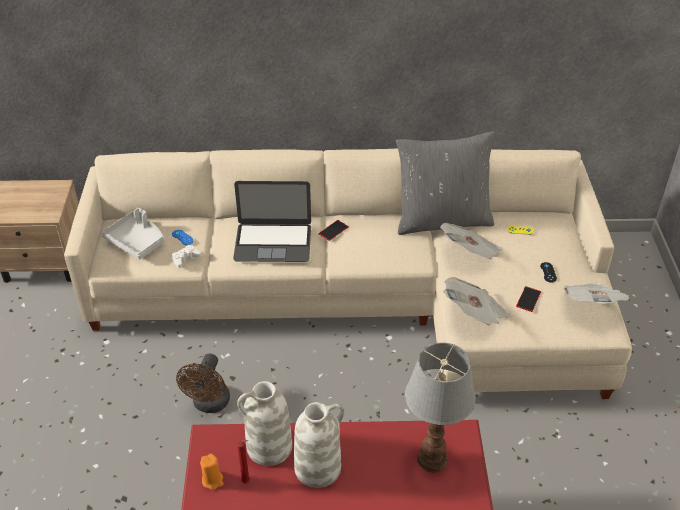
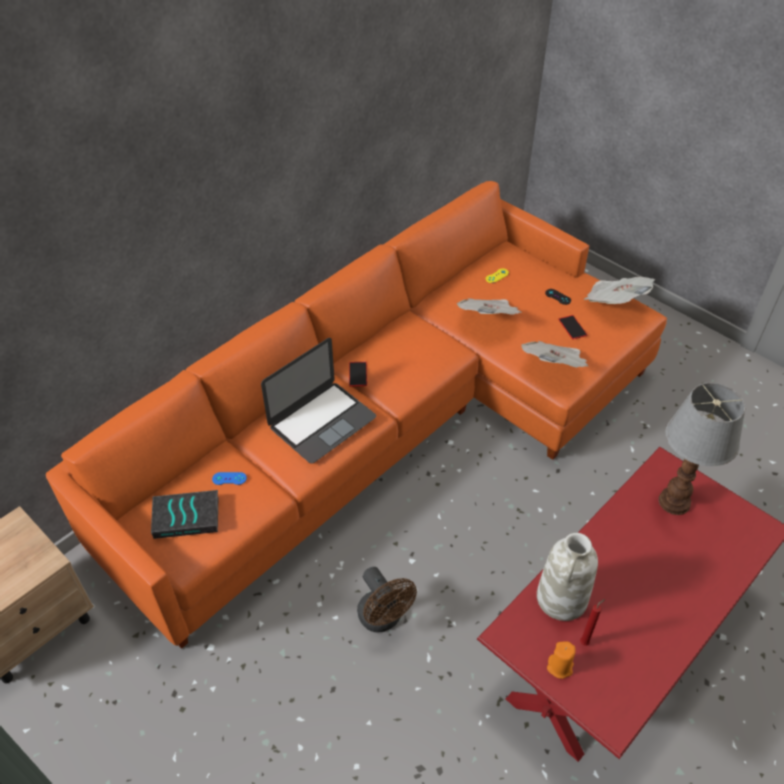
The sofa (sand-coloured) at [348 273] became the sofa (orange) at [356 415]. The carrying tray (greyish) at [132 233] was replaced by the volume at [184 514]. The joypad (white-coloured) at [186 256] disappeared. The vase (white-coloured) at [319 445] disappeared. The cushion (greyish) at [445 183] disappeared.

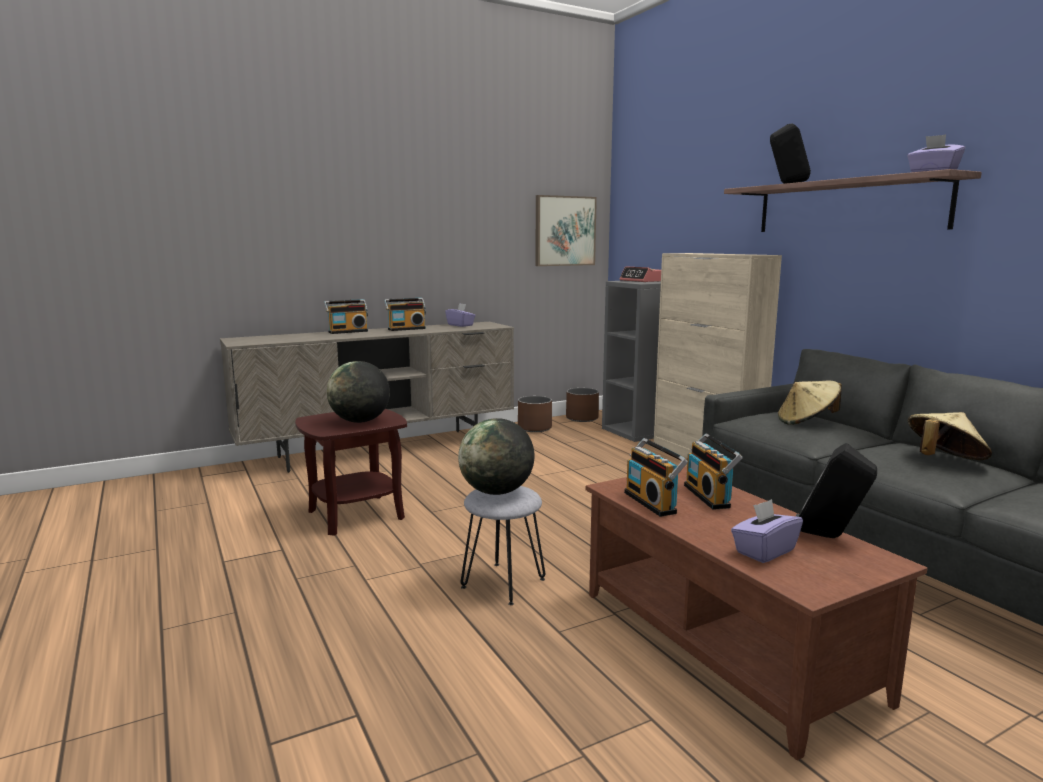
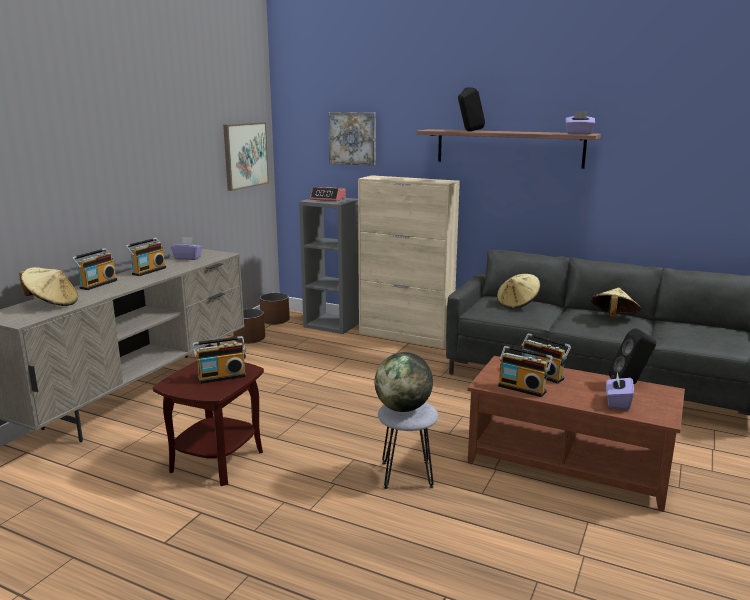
The clothing hat (sand-coloured) at [48 286] appeared. The world globe at [358 392] was replaced by the radio at [219 360]. The wall picture at [352 139] appeared.

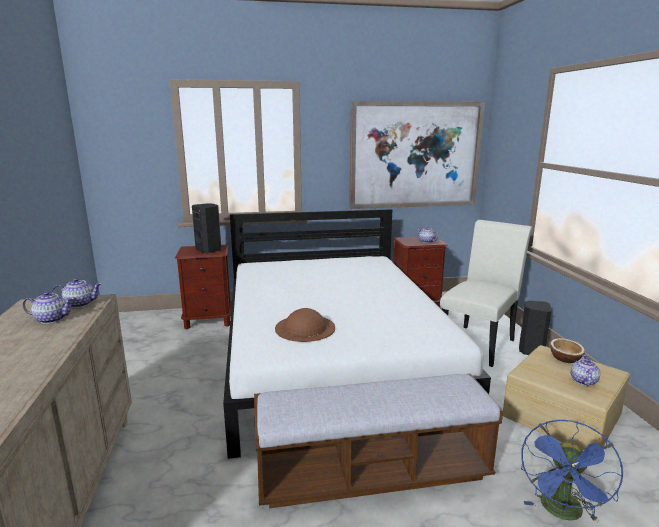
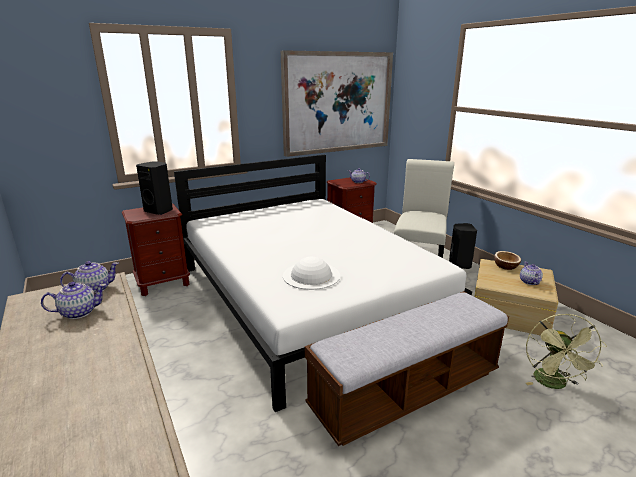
The clothing hat (brown-coloured) at [305 325] became the clothing hat (white-coloured) at [311 273]. The cooling fan (bluish) at [572 471] became the cooling fan (green-coloured) at [566 351].

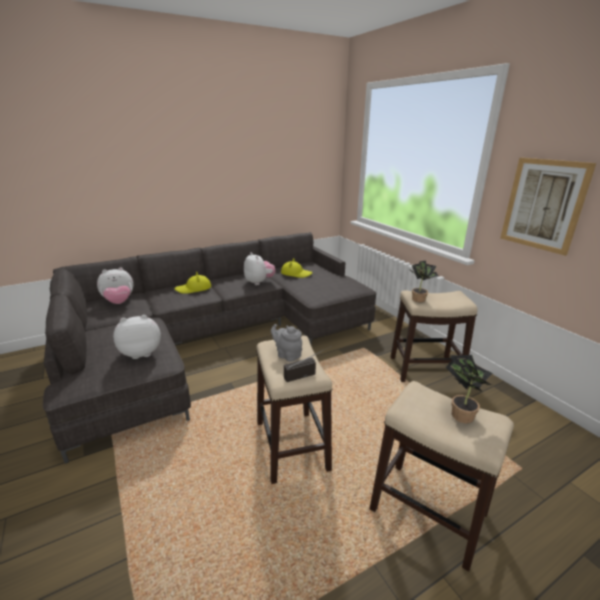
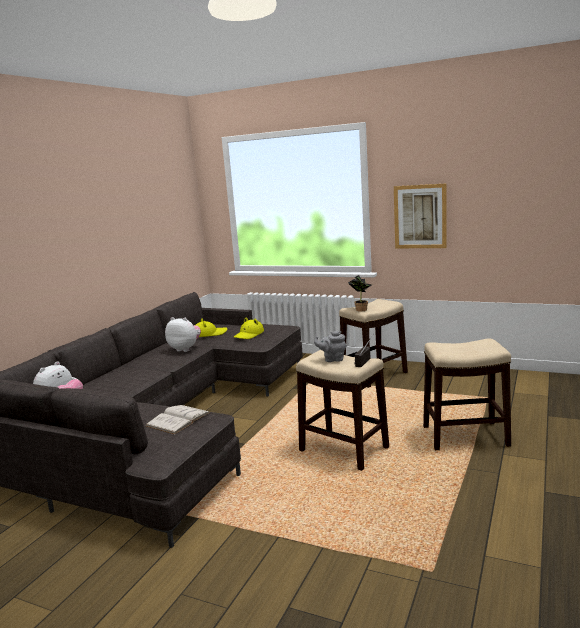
The plush toy at [137 337] was replaced by the volume (white-coloured) at [178 420]. The clothing hat (yellowish) moved from [192 283] to [249 328]. The plant in a pot at [470 389] disappeared.

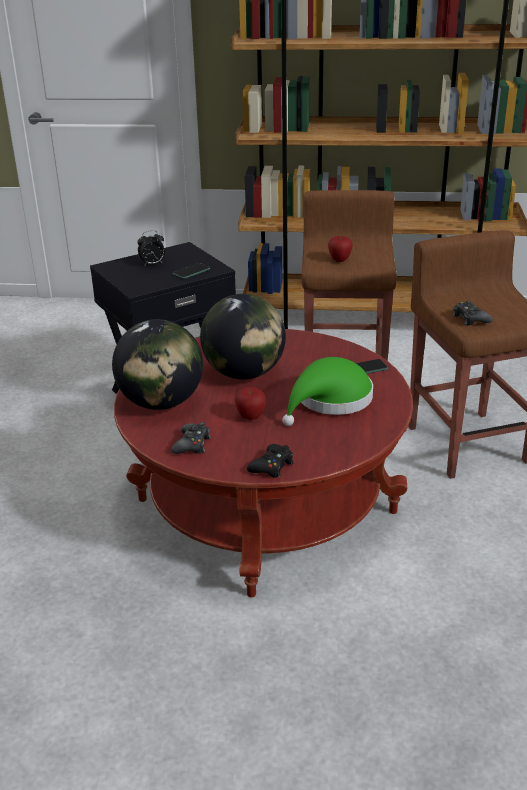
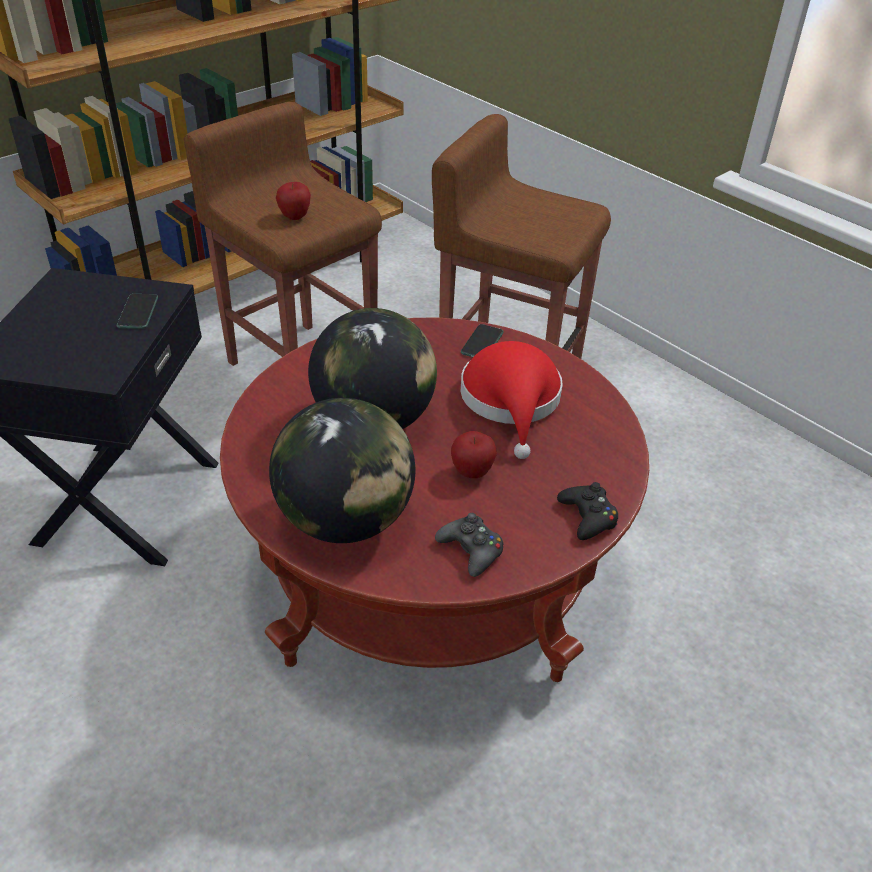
The clothing hat (green-coloured) at [327 391] became the clothing hat (red) at [512 400]. The table clock at [151 247] disappeared. The joypad (black) at [472 313] disappeared.

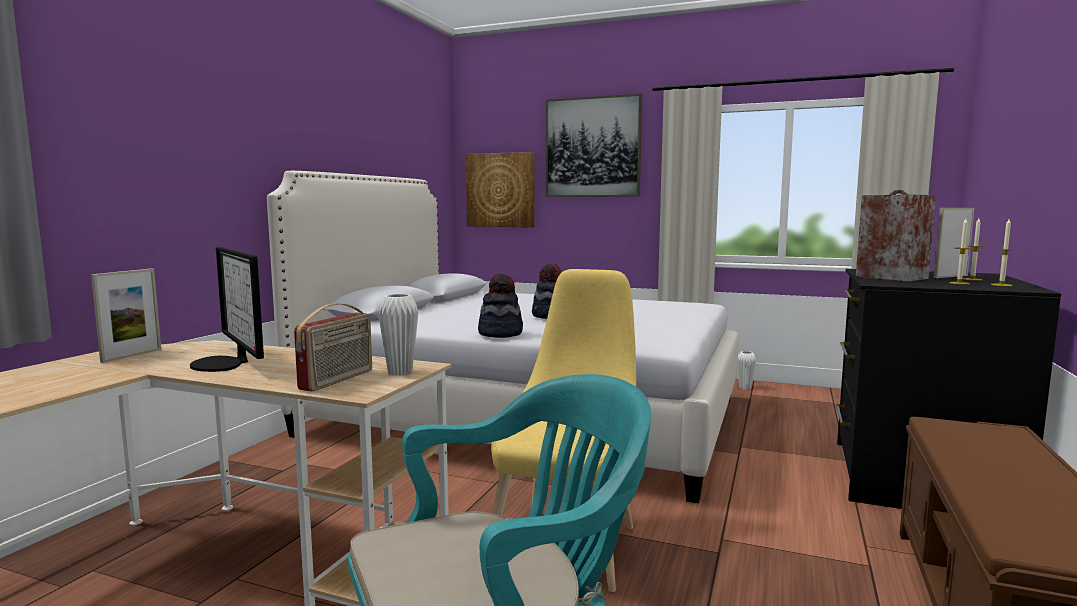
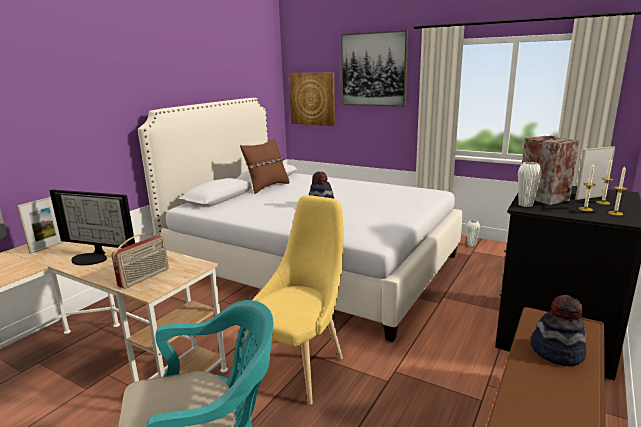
The computer display at [227 309] turned 45 degrees counterclockwise. The cushion (brown-coloured) at [264 166] appeared. The vase (white-coloured) moved from [398 334] to [530 184]. The clothing hat moved from [500 306] to [558 330].

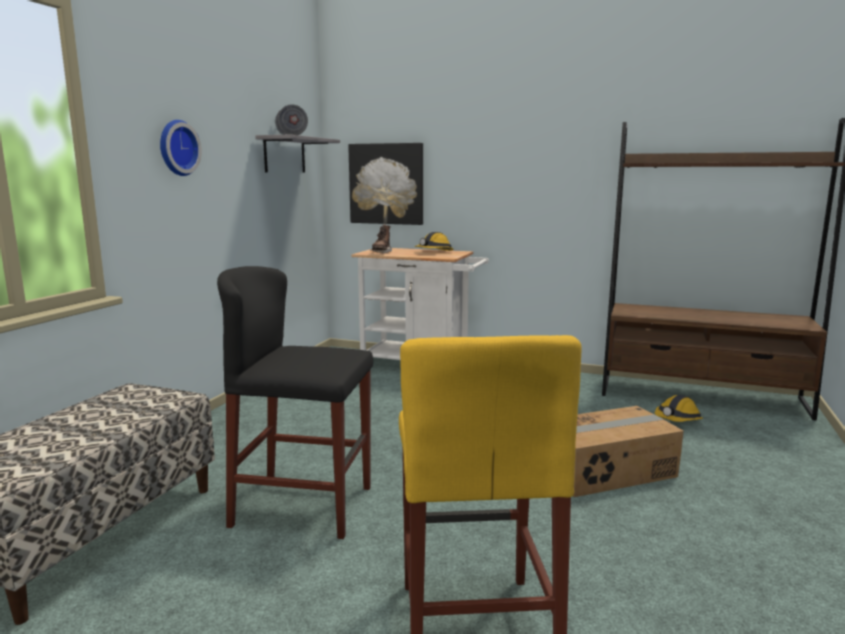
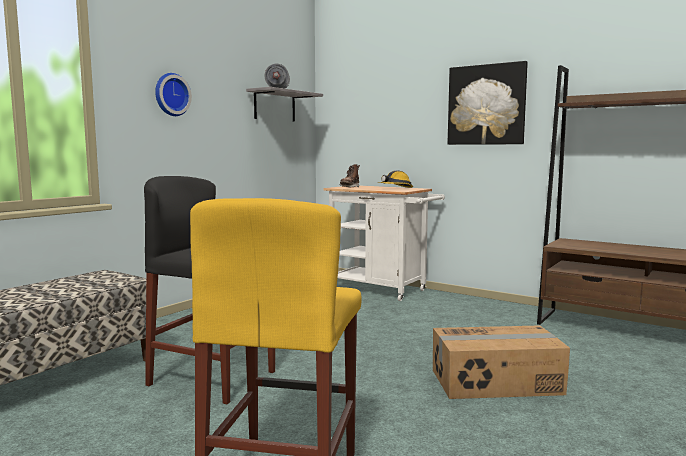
The wall picture moved from [385 184] to [488 103]. The hard hat at [678 408] disappeared.

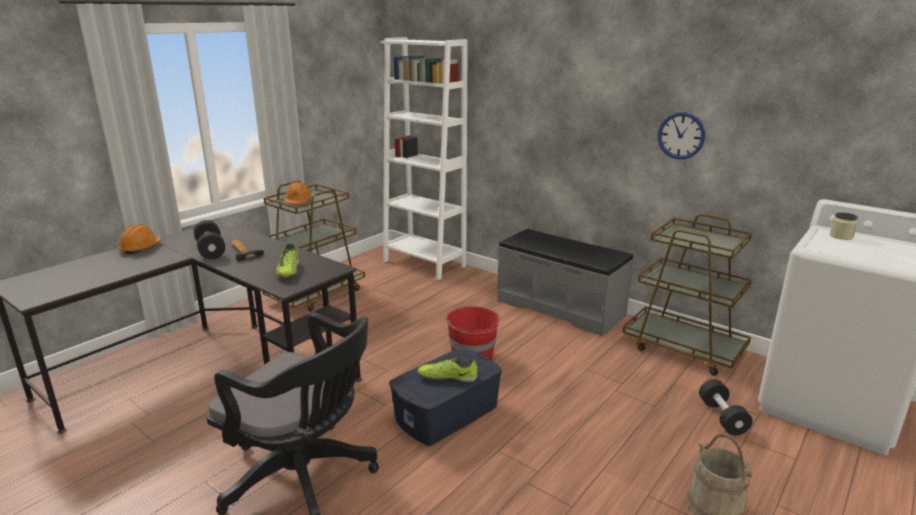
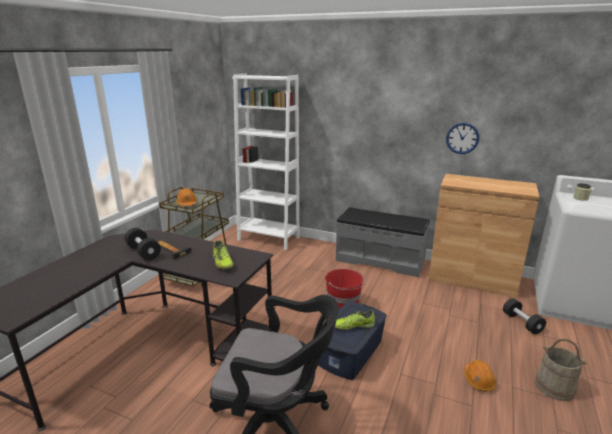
The trolley (brown-coloured) at [687 294] was replaced by the cabinet (brown-coloured) at [484 236]. The hard hat (orange) moved from [140 239] to [480 376].

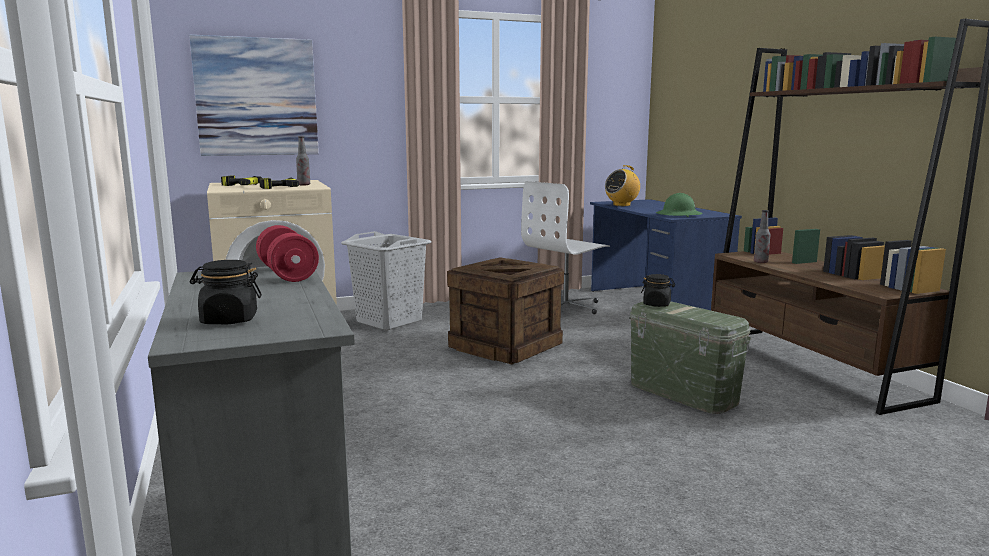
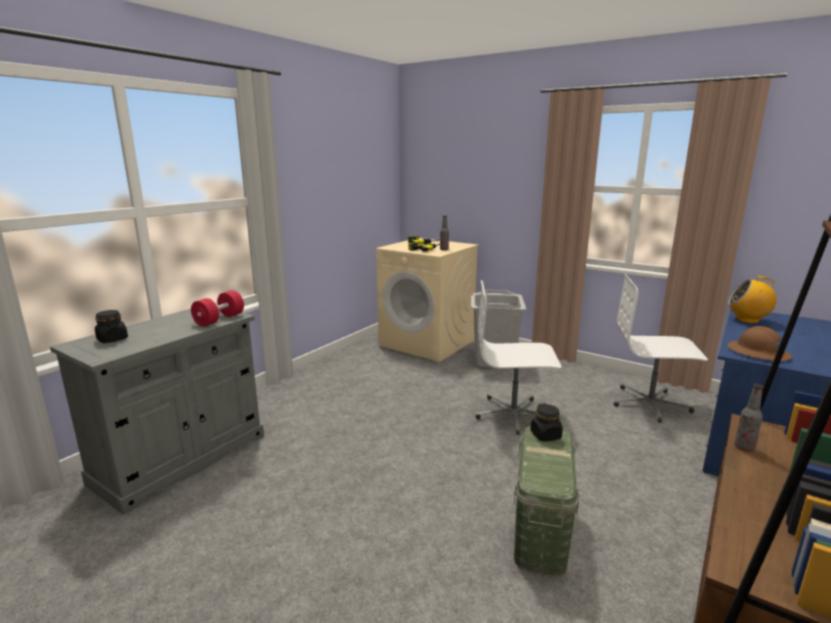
The crate at [505 311] was replaced by the office chair (white-coloured) at [519 357]. The hard hat (green-coloured) at [679 205] became the hard hat (brown-coloured) at [759 343]. The wall picture at [254 95] disappeared.

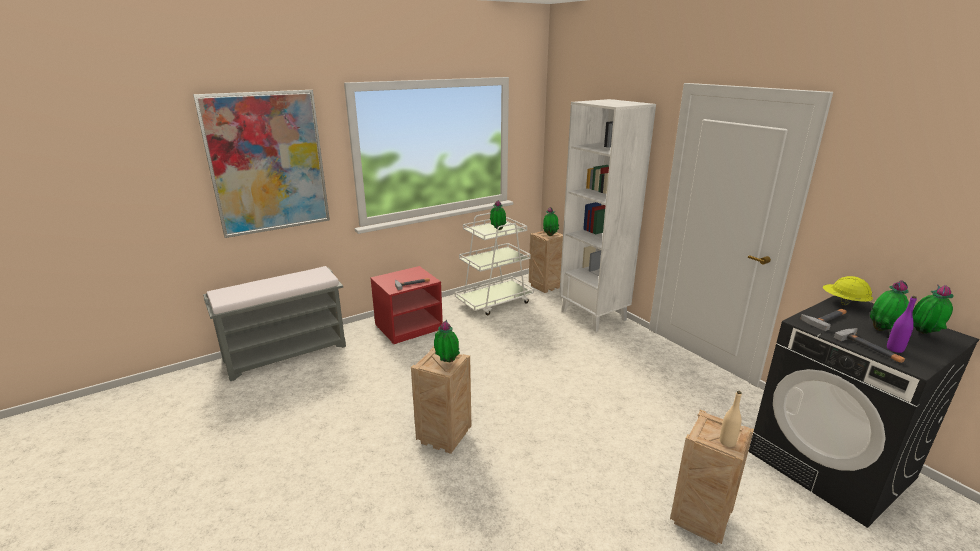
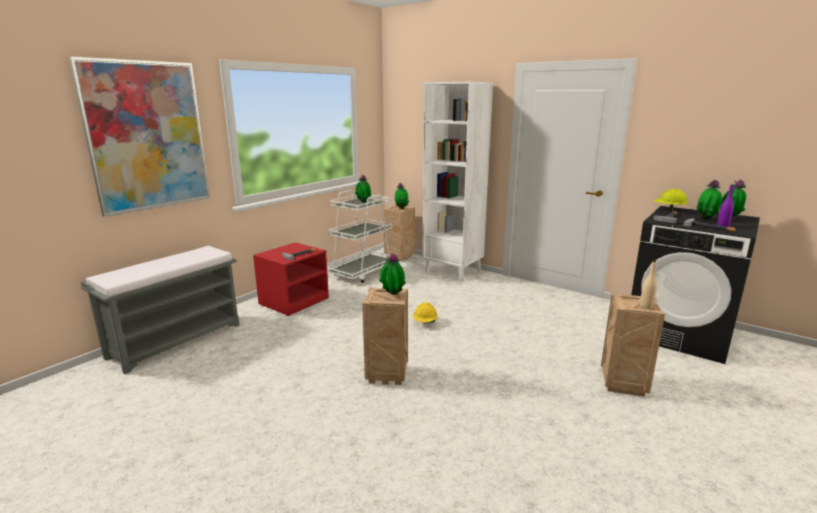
The hard hat (yellowish) at [425 312] appeared.

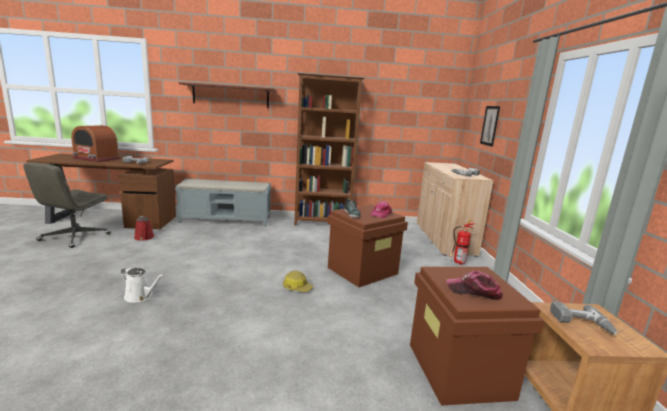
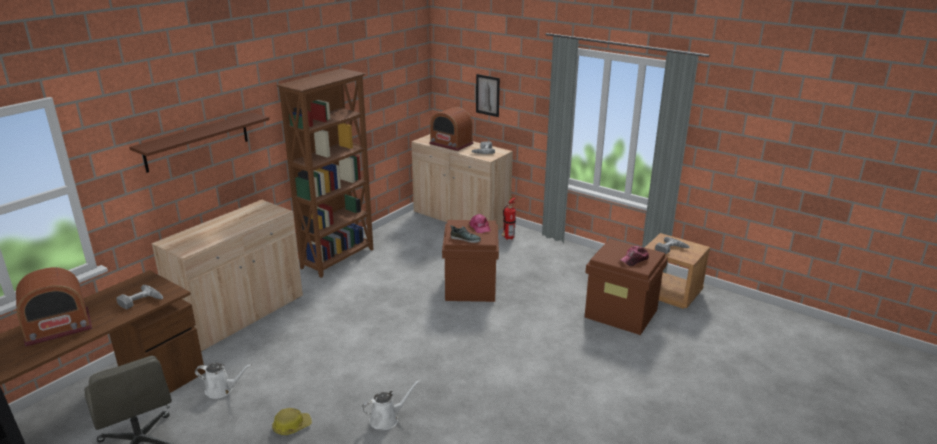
The bench (greyish) at [223 202] was replaced by the cabinet (sand-coloured) at [227 276]. The sprinkling can (red) at [144 228] became the sprinkling can (white-coloured) at [223 381]. The hard hat moved from [298 281] to [292 421]. The radio at [451 129] appeared.

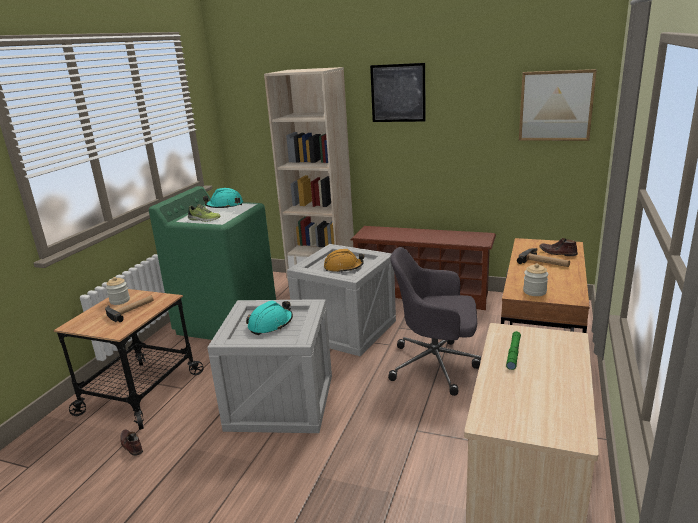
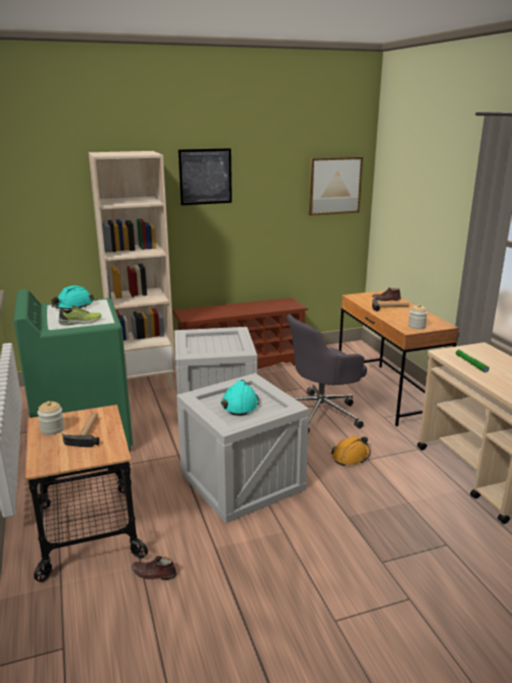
The hard hat (orange) moved from [344 261] to [350 451].

